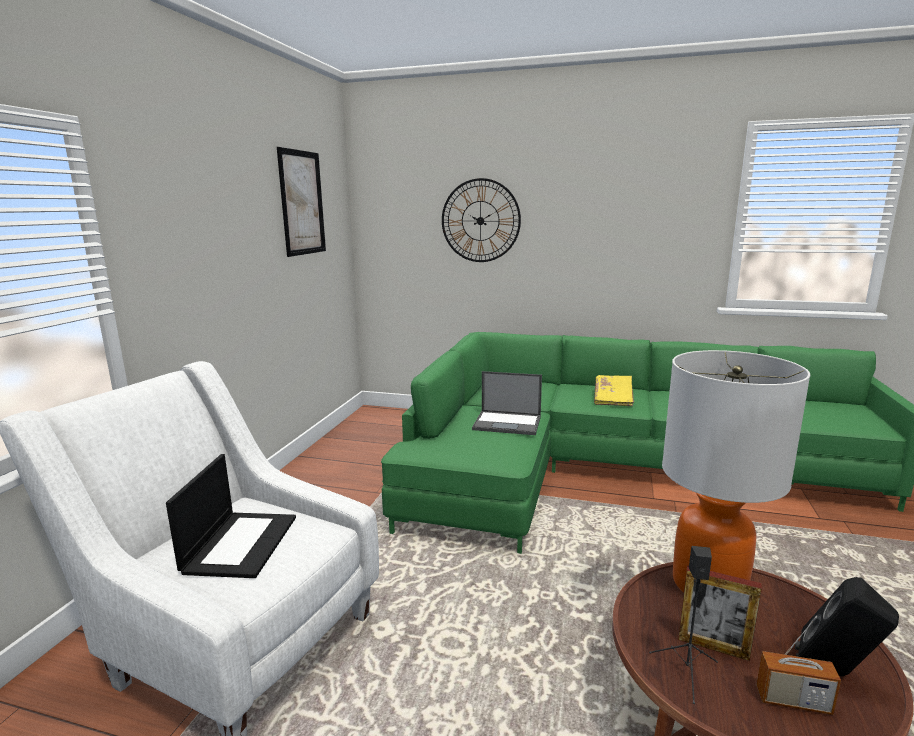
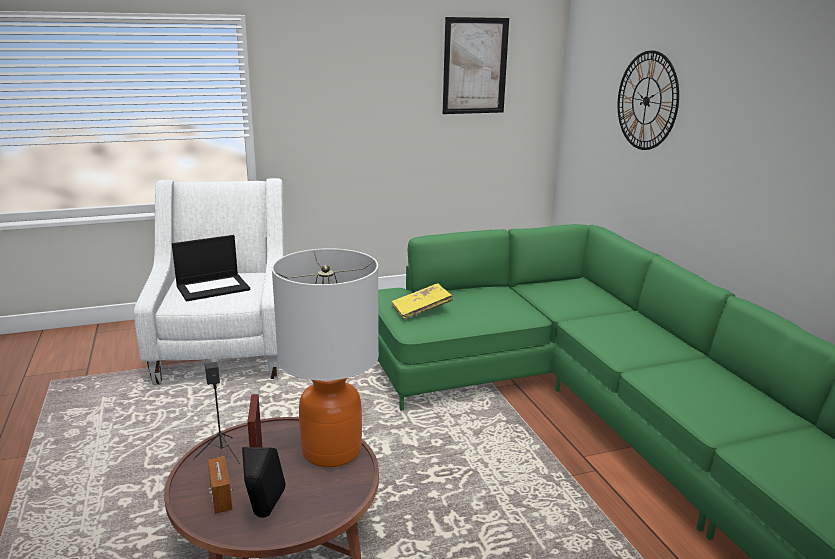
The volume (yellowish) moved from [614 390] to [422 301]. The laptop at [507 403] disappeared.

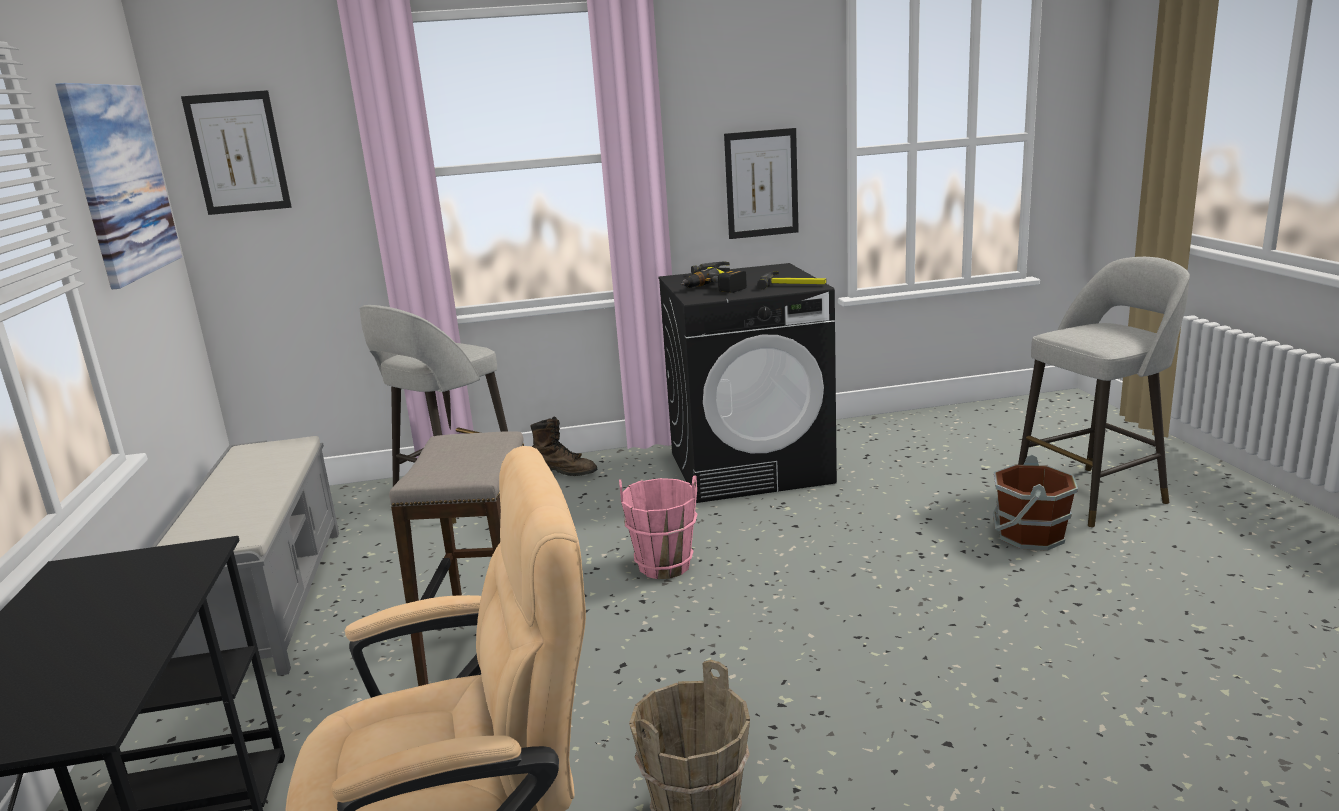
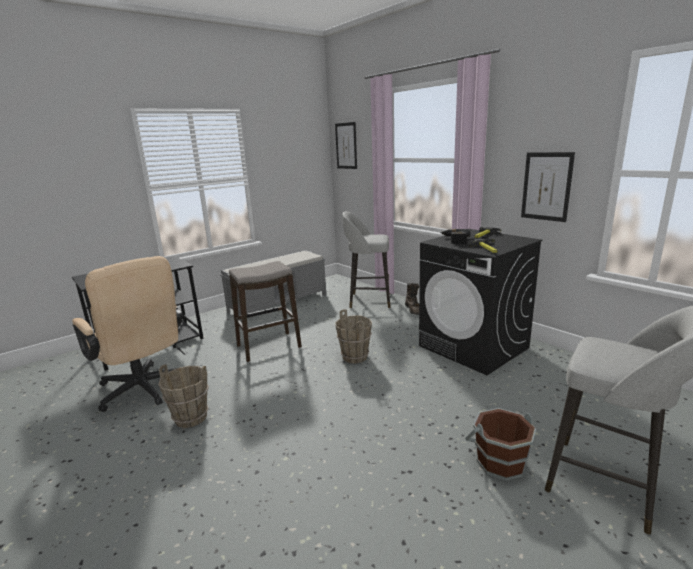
The pail (pinkish) at [658 527] became the pail (brown-coloured) at [353 336]. The wall picture at [118 186] disappeared.

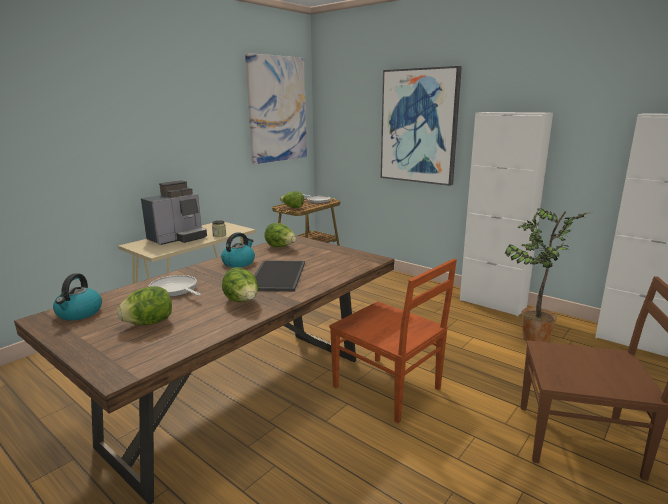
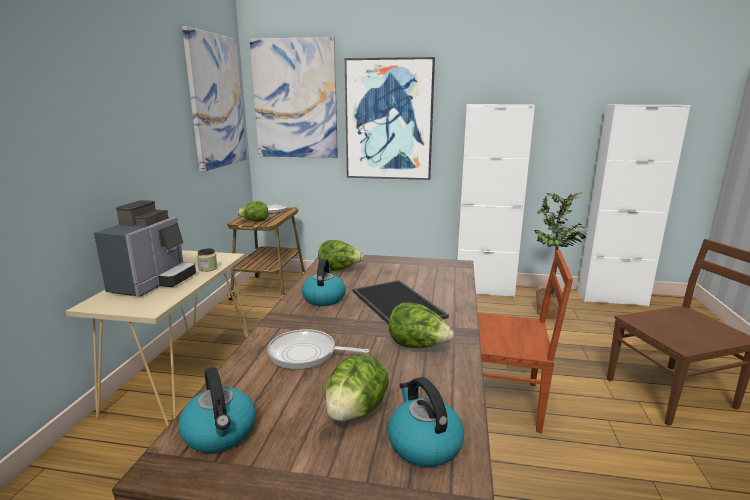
The wall picture at [294 97] appeared. The kettle at [426 422] appeared.

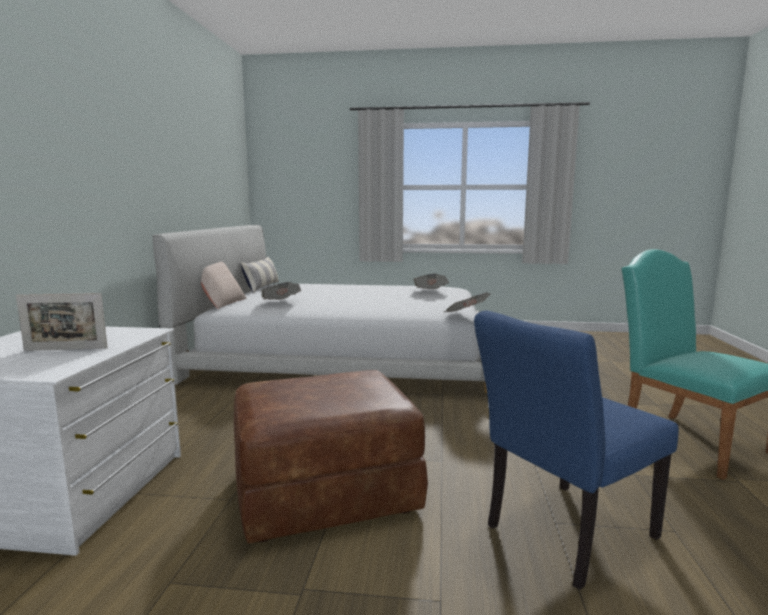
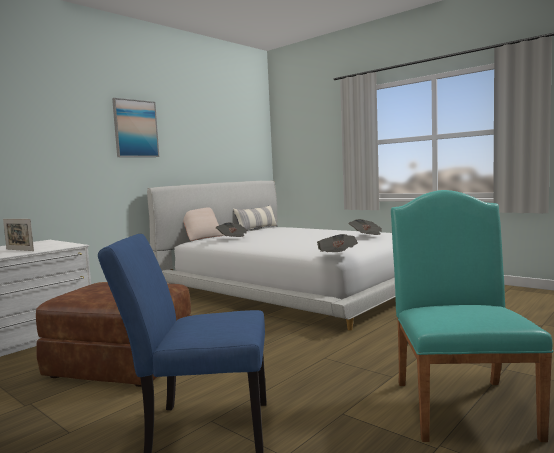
The wall picture at [135 127] appeared.

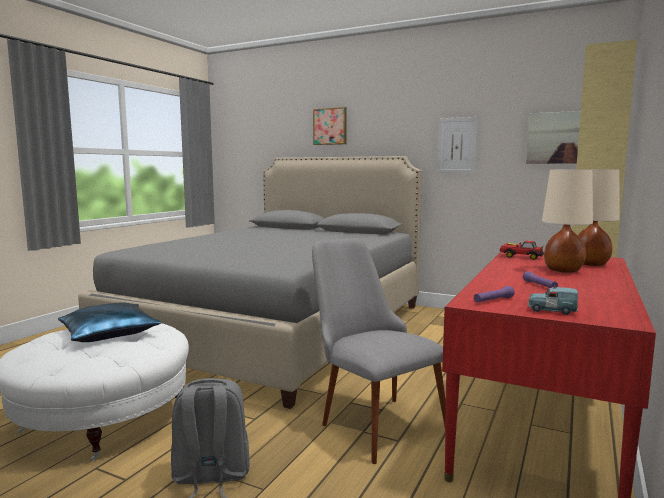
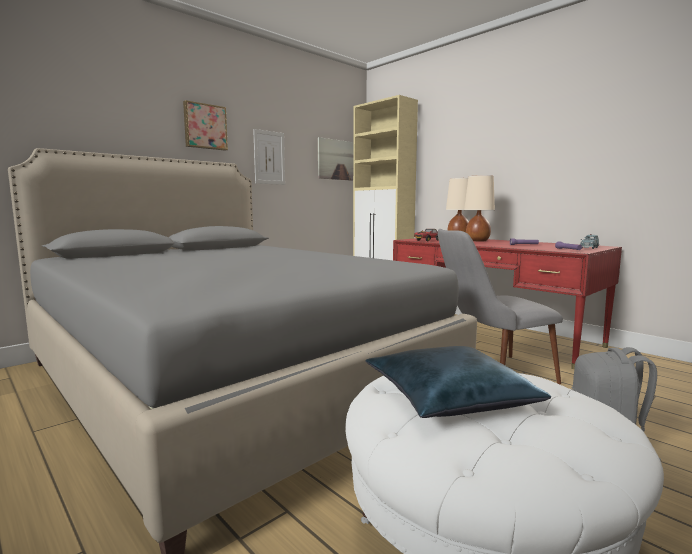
The wall picture moved from [330 126] to [205 125].

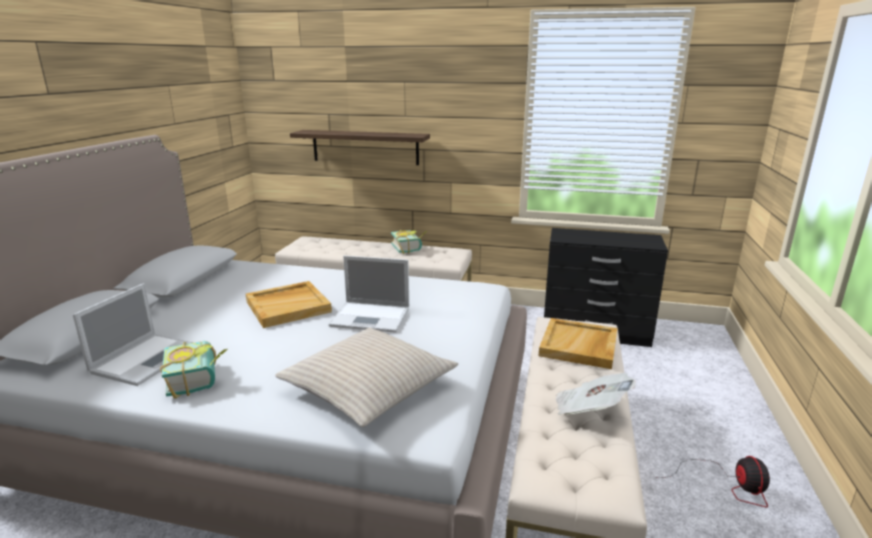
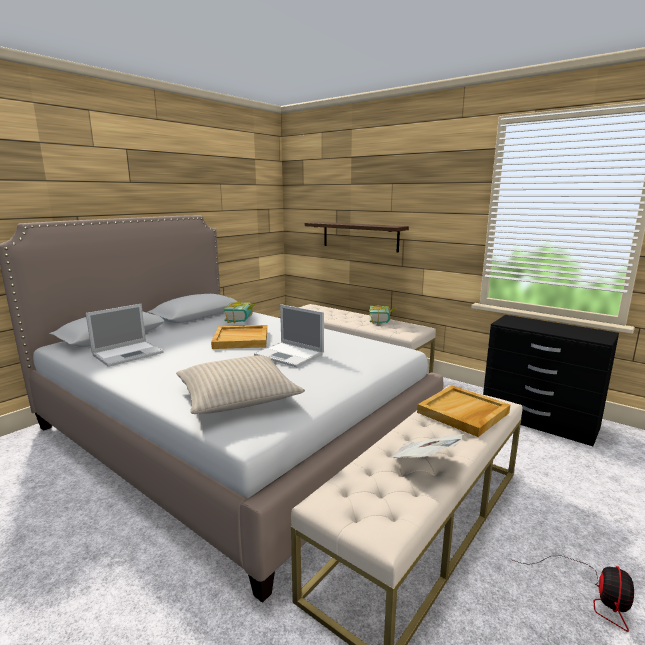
The volume moved from [194 369] to [240 312].

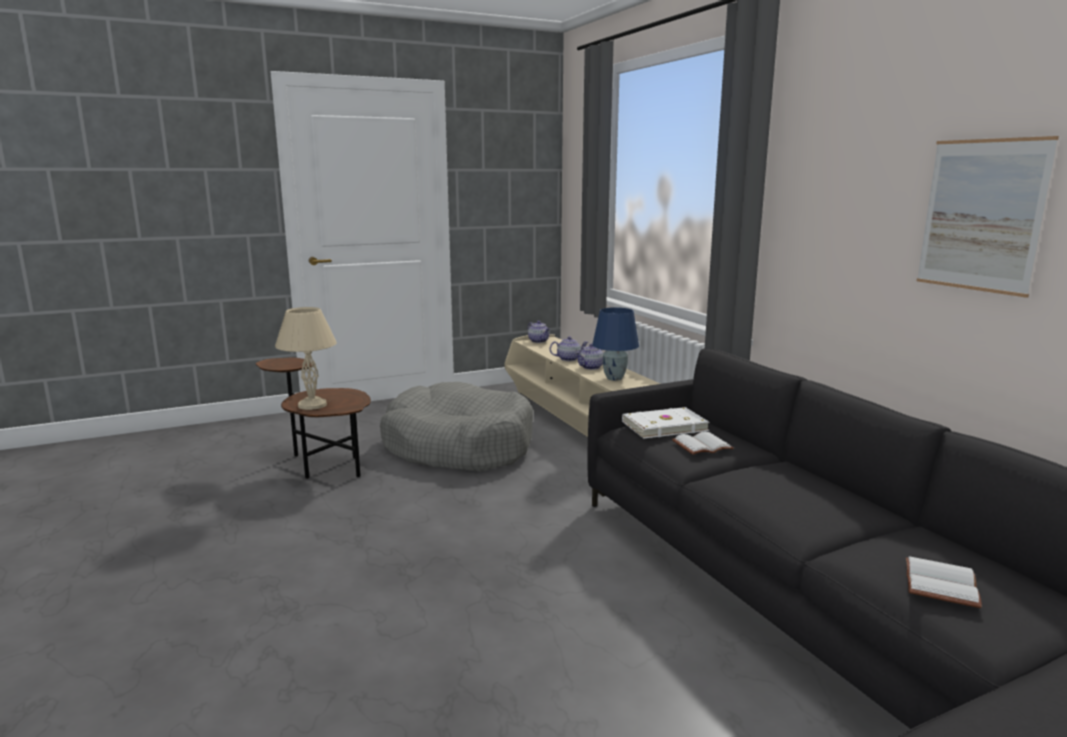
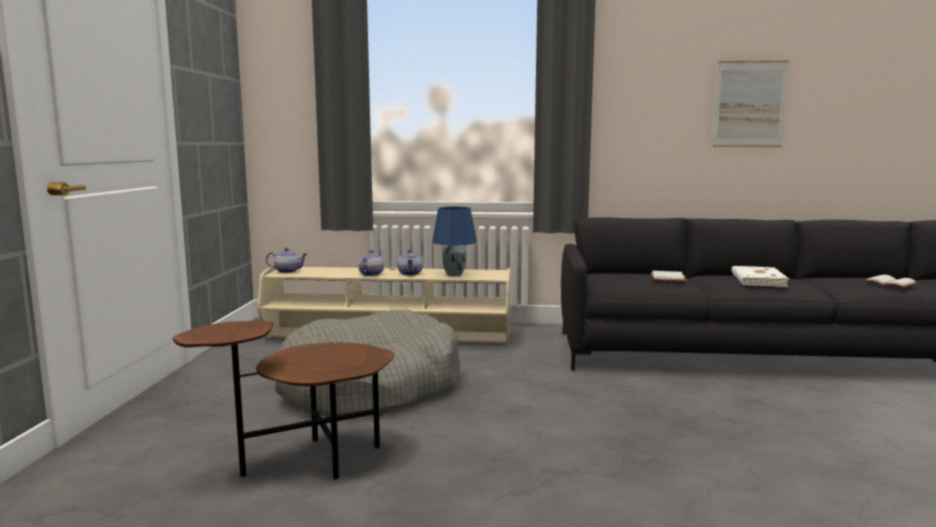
The volume (white-coloured) moved from [666 423] to [760 276]. The lamp for a table (sand-coloured) at [306 358] disappeared.

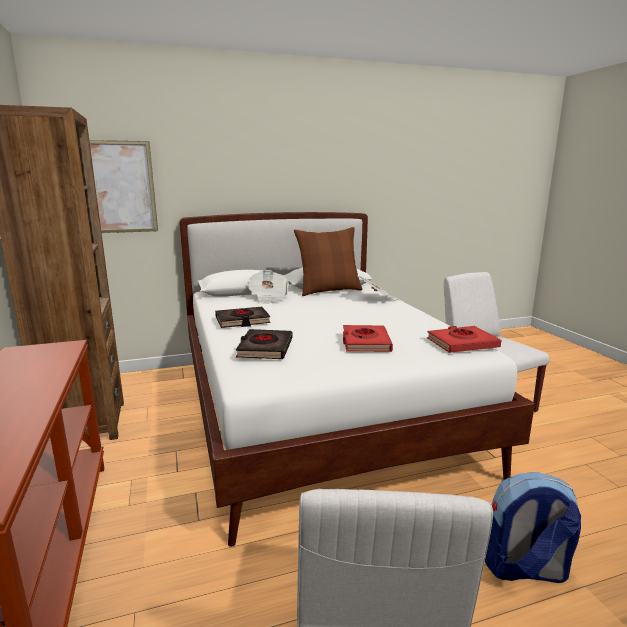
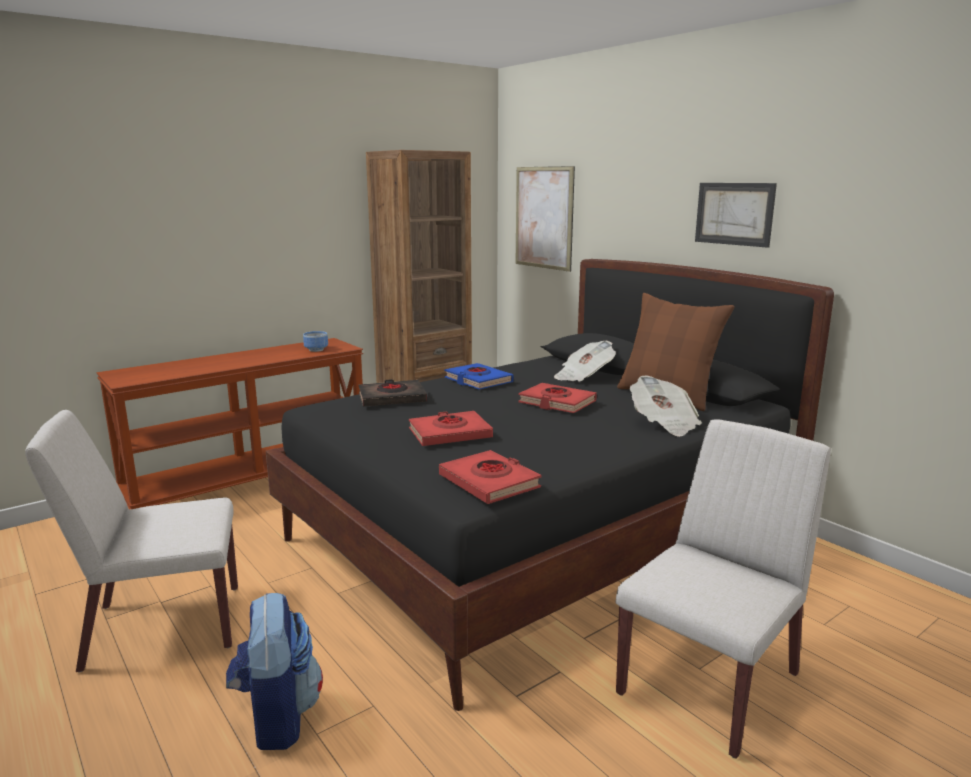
The bedroom bed (white-coloured) at [357 379] became the bedroom bed (black) at [550 485]. The deep dish at [315 341] appeared. The volume (black) at [242 317] became the volume (bluish) at [479 376]. The volume (red) at [557 398] appeared. The wall picture at [736 215] appeared.

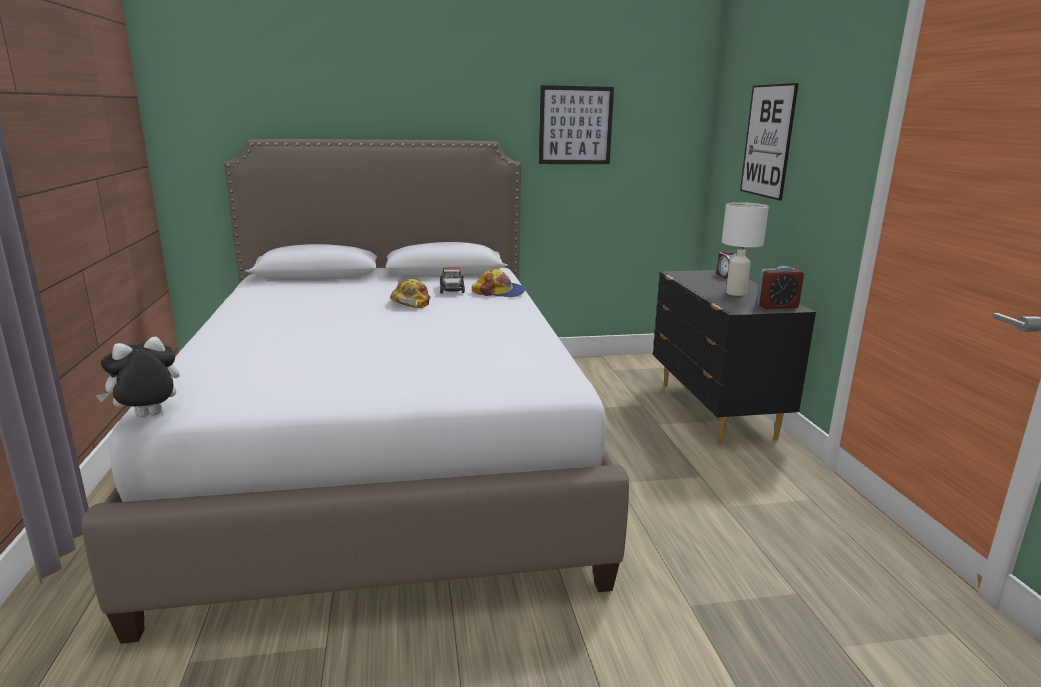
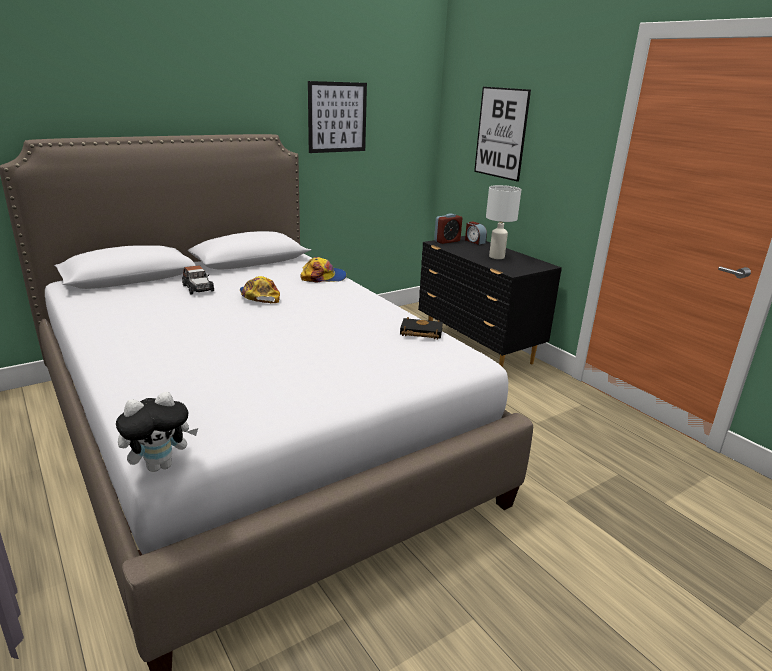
The plush toy at [138 376] turned 150 degrees counterclockwise. The model car moved from [452 280] to [198 280]. The volume (black) at [421 328] appeared. The table clock moved from [780 287] to [448 228].

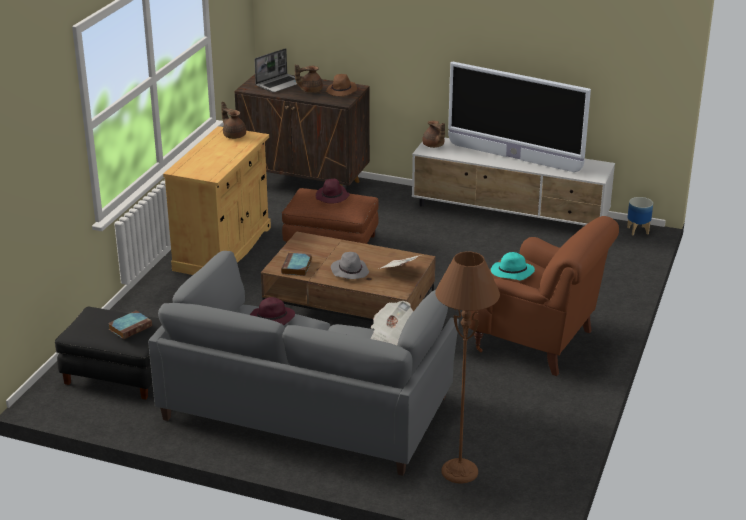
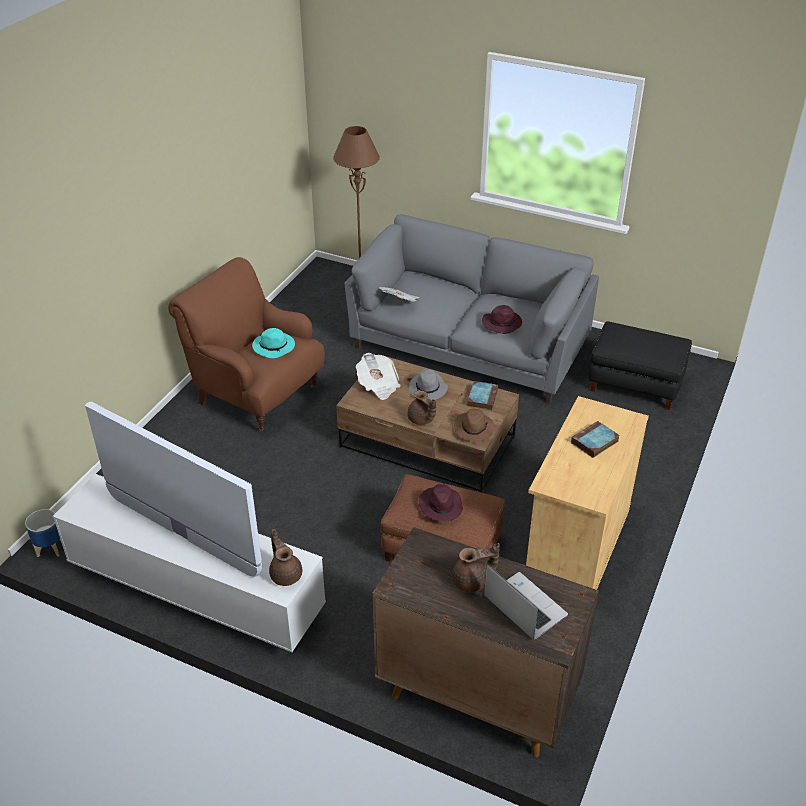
The tea pot (brown-coloured) moved from [233 120] to [422 408]. The clothing hat (brown-coloured) moved from [342 85] to [474 425]. The laptop at [276 70] turned 90 degrees clockwise. The volume moved from [130 324] to [595 439].

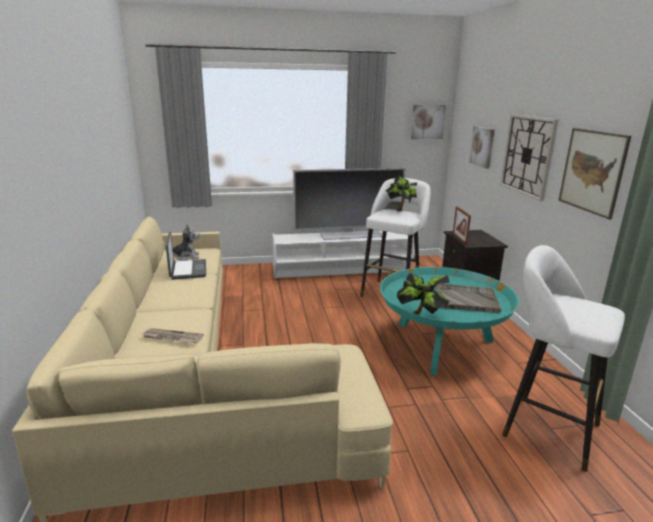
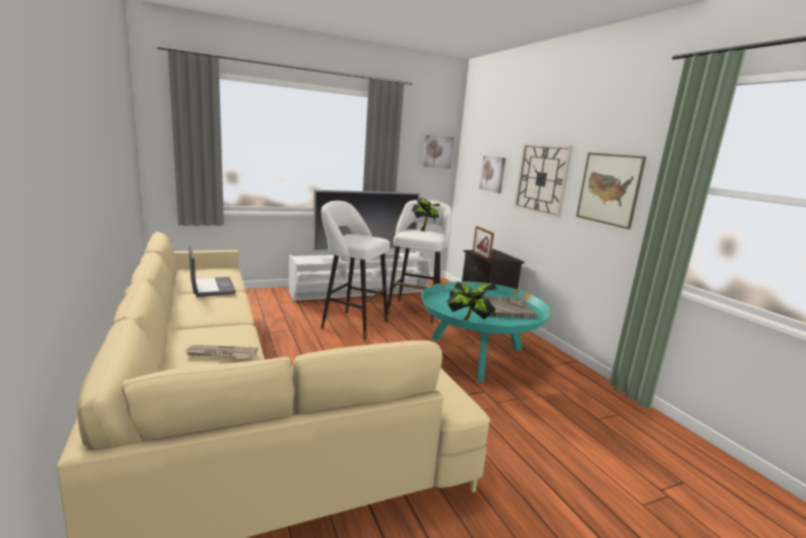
The sitting stool (white-coloured) moved from [563 358] to [355 270]. The plush toy at [186 242] disappeared.

